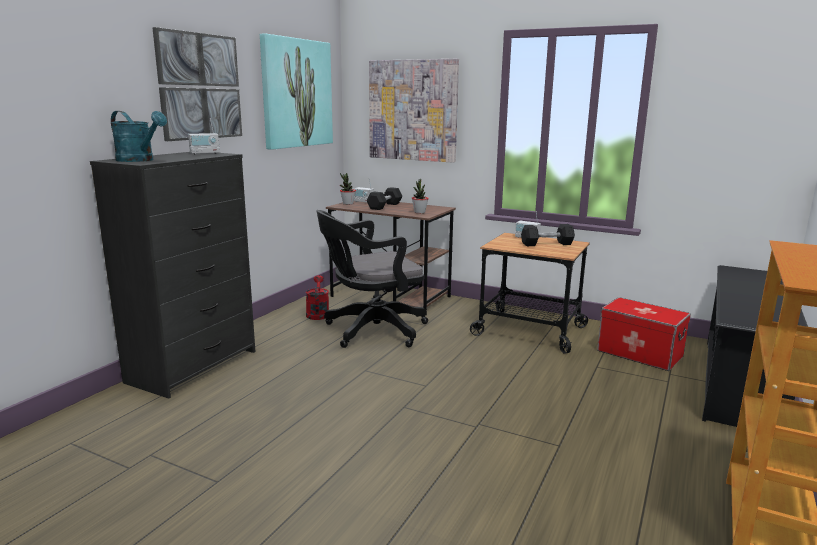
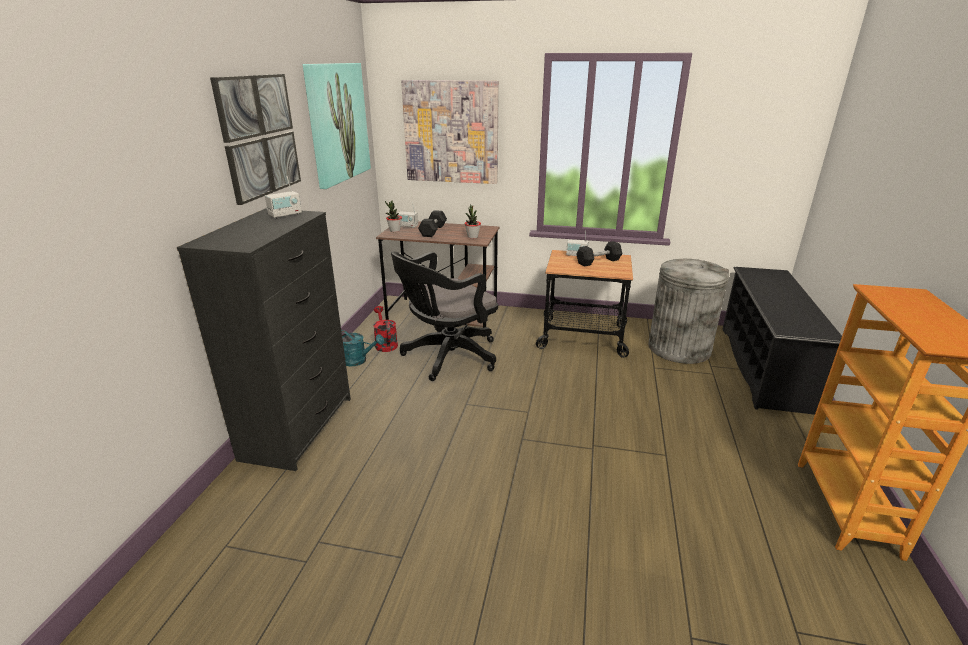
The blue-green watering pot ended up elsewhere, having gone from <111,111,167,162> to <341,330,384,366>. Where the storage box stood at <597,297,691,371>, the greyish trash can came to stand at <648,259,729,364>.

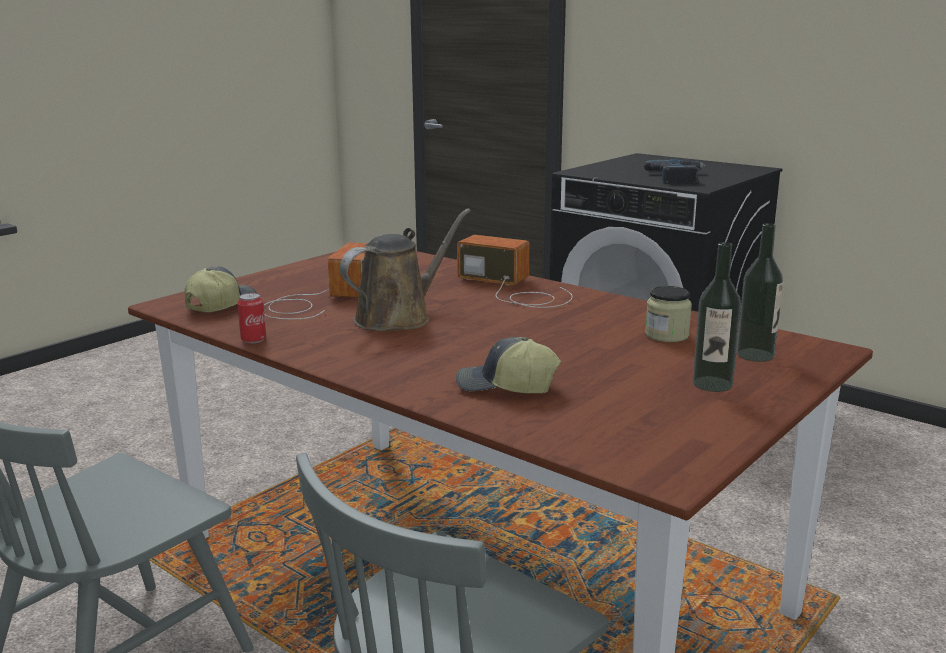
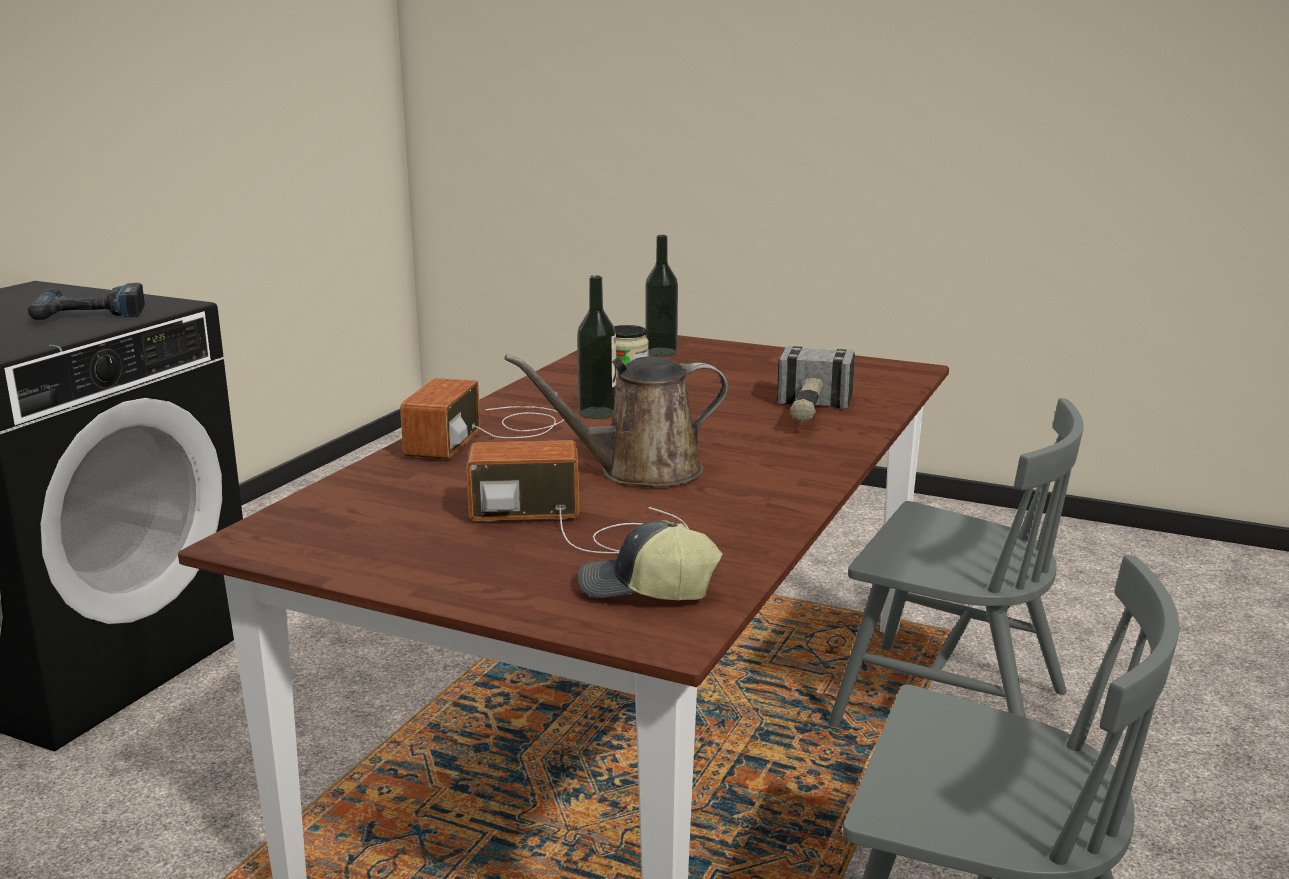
The brown-coloured watering pot at <340,208,471,331> ended up facing another way, 45 degrees counterclockwise from before. The drink bottle ended up elsewhere, having gone from <693,242,741,392> to <577,275,616,419>. The second view lost the can at <237,293,266,343>. Where the peaked cap stood at <456,337,561,393>, the hammer came to stand at <777,346,855,422>.

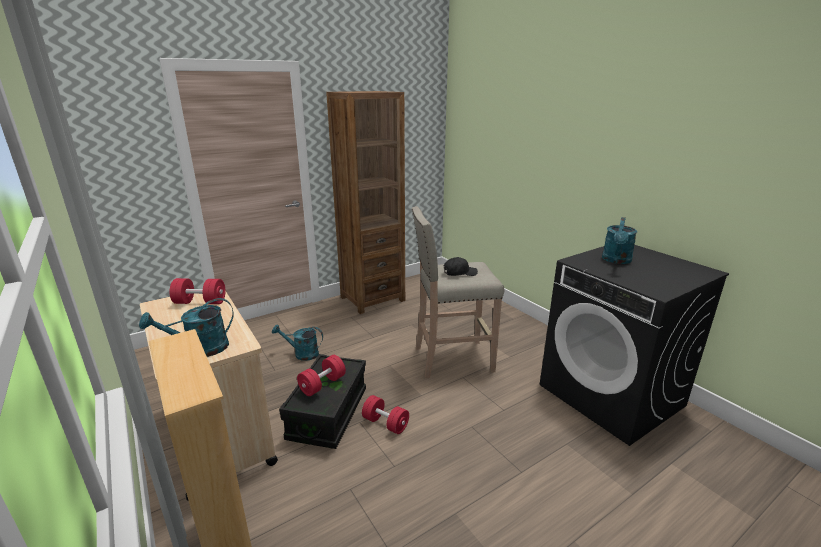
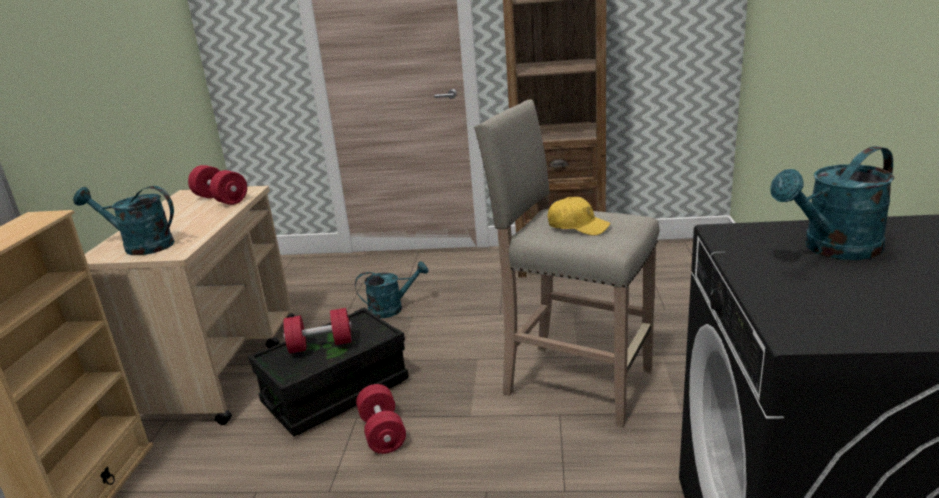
What was the blackish peaked cap at <444,257,478,276> turned into the yellow-coloured peaked cap at <548,197,611,236>. The blue-green watering pot at <272,324,323,361> ended up facing another way, 120 degrees clockwise from before.

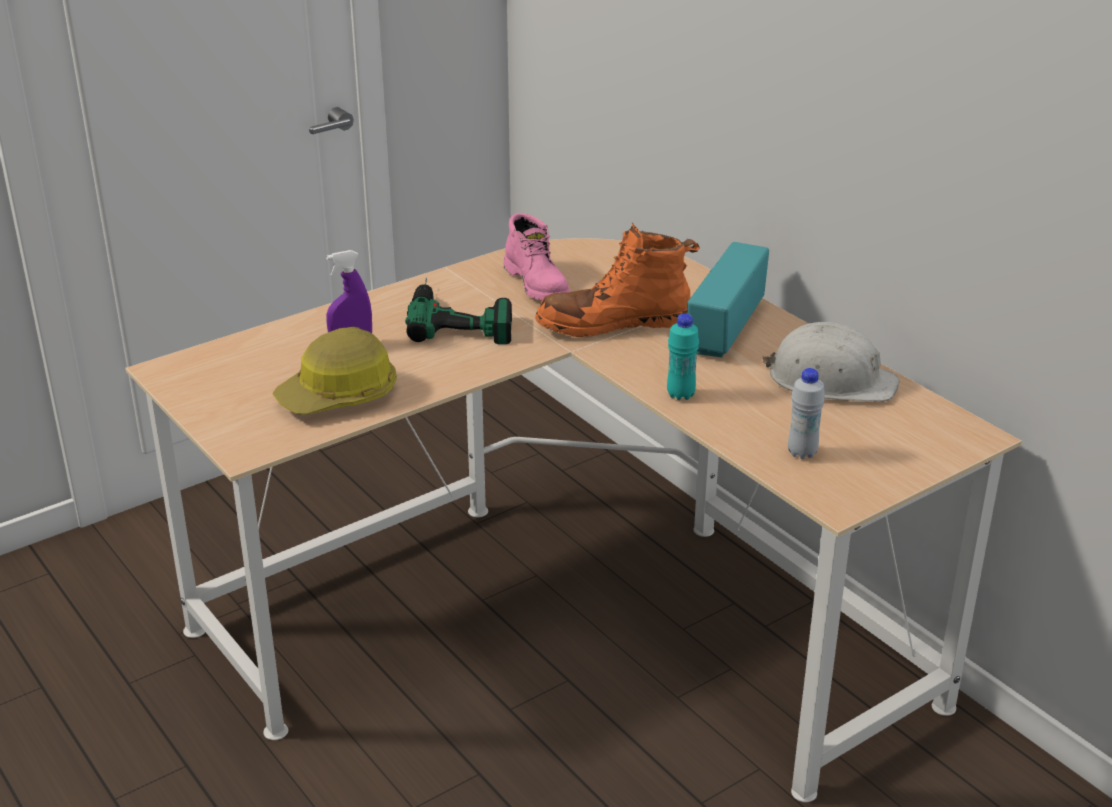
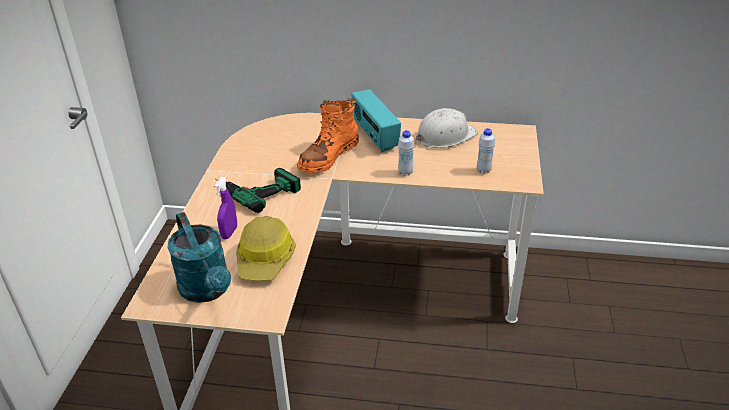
The second view lost the pink-coloured high-top boot at <504,213,570,300>. What was the blue-green drink bottle at <667,313,699,400> turned into the white drink bottle at <398,130,414,176>. The second view gained the blue-green watering pot at <167,212,231,303>.

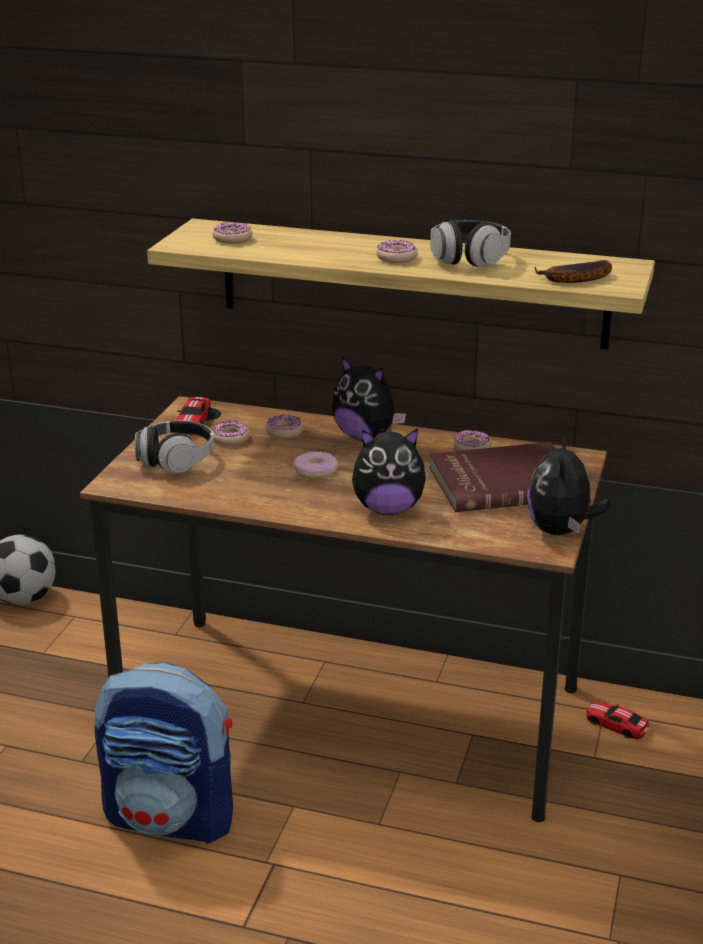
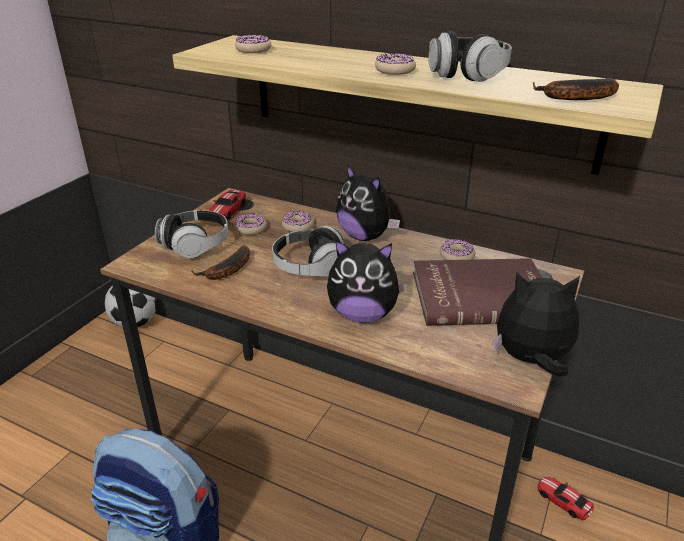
The cuddly toy at <527,434,610,535> ended up facing another way, 75 degrees clockwise from before. Where the ring doughnut stood at <293,451,338,479>, the headset came to stand at <272,226,344,277>. The second view gained the whole banana at <191,245,250,280>.

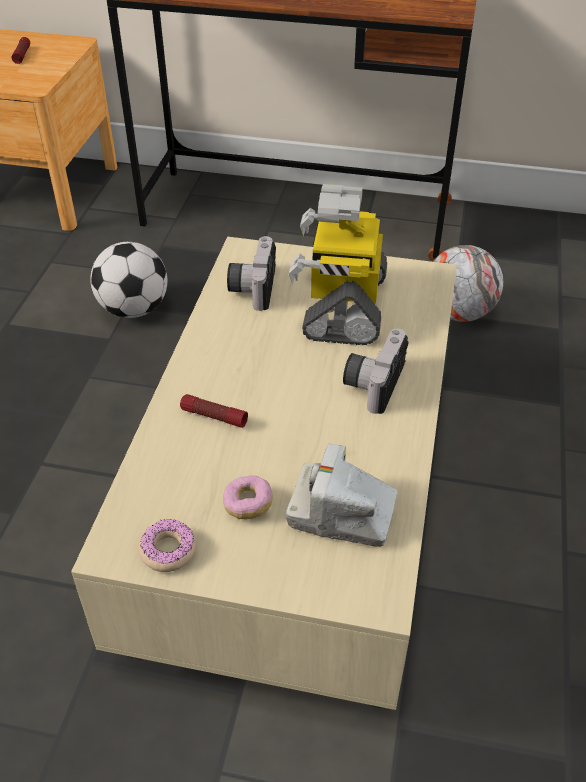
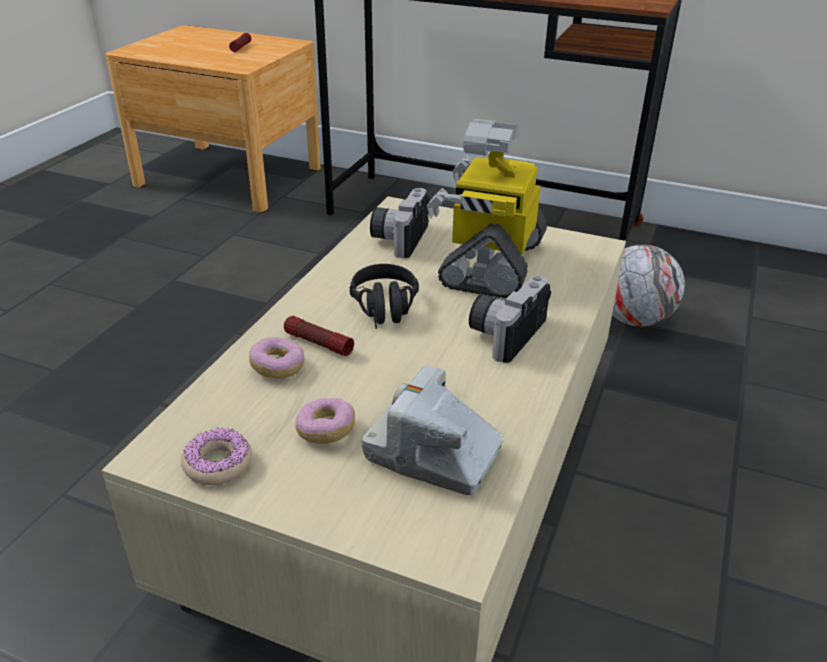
The second view lost the ball for football at <90,242,167,318>. The second view gained the blackish headset at <350,264,419,329>. The second view gained the ring doughnut at <249,337,305,379>.

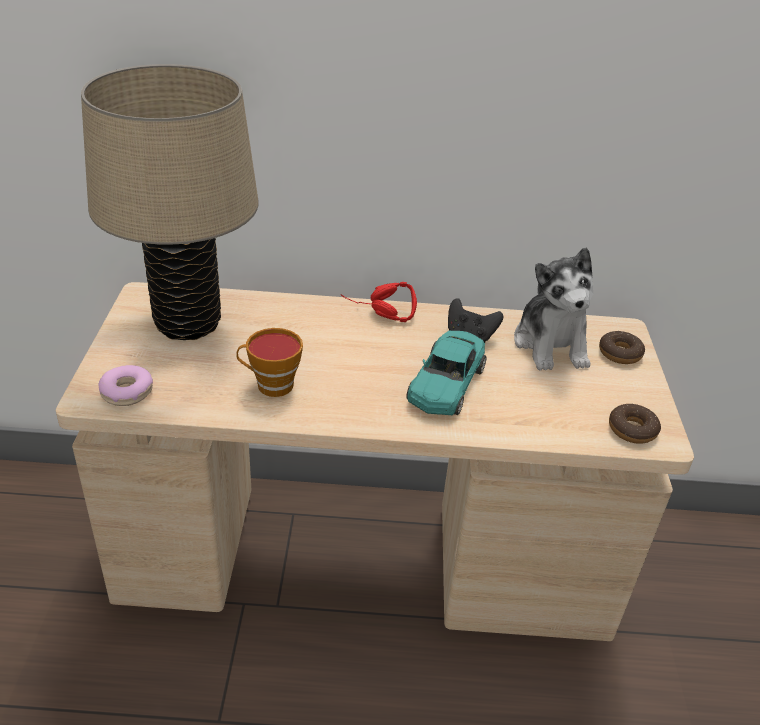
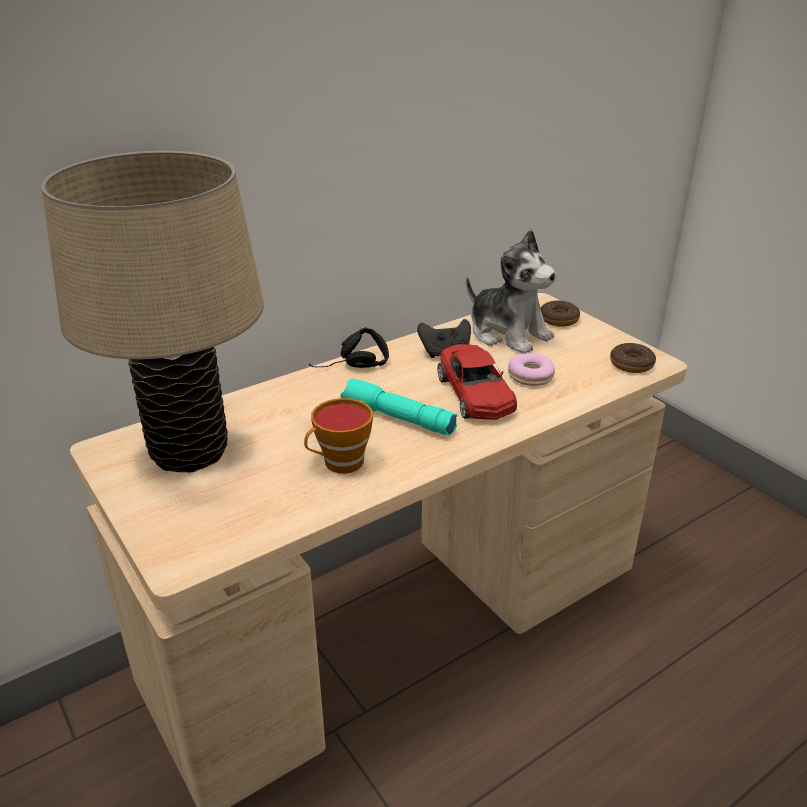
What was the red headset at <341,282,417,322> turned into the blackish headset at <309,327,389,368>. What was the blue-green model car at <406,331,487,415> turned into the red model car at <437,344,517,420>. The ring doughnut ended up elsewhere, having gone from <98,365,153,406> to <508,353,555,386>. The second view gained the blue-green hand torch at <340,378,457,436>.

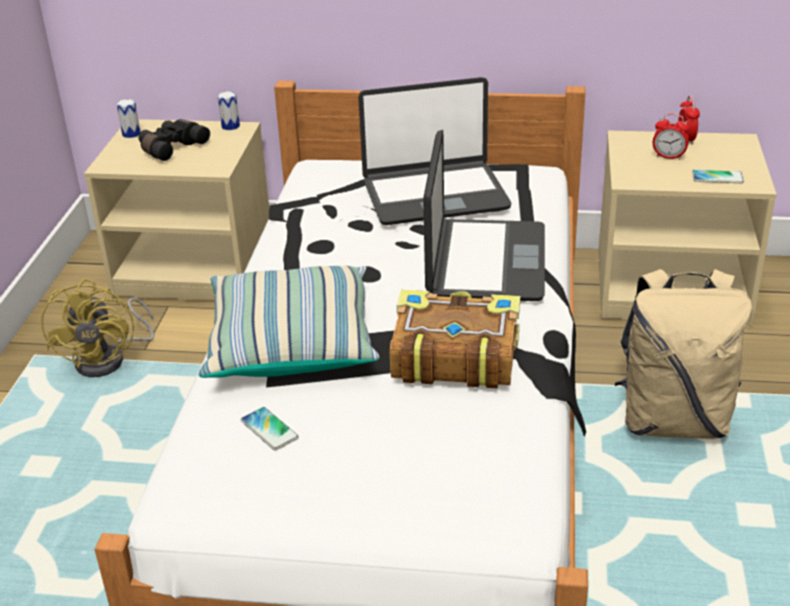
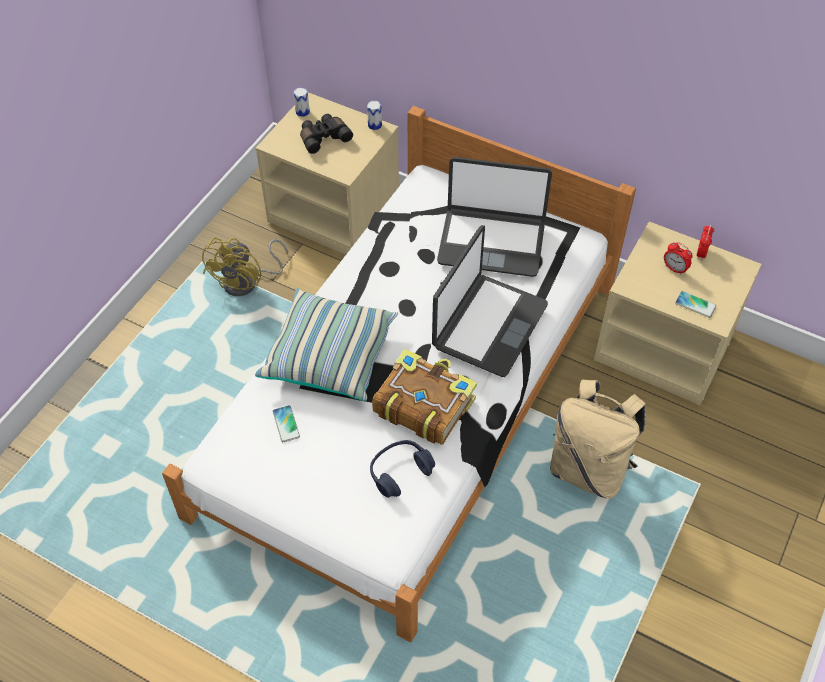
The second view gained the blue-coloured headset at <370,440,435,498>.

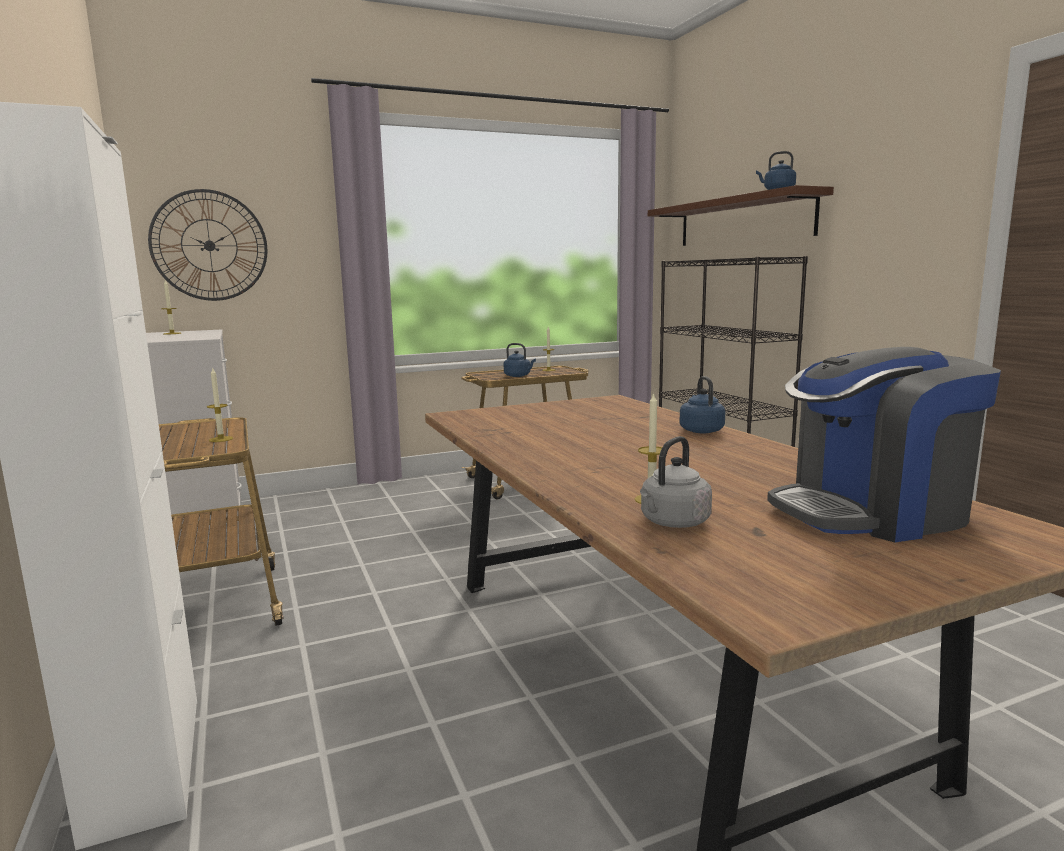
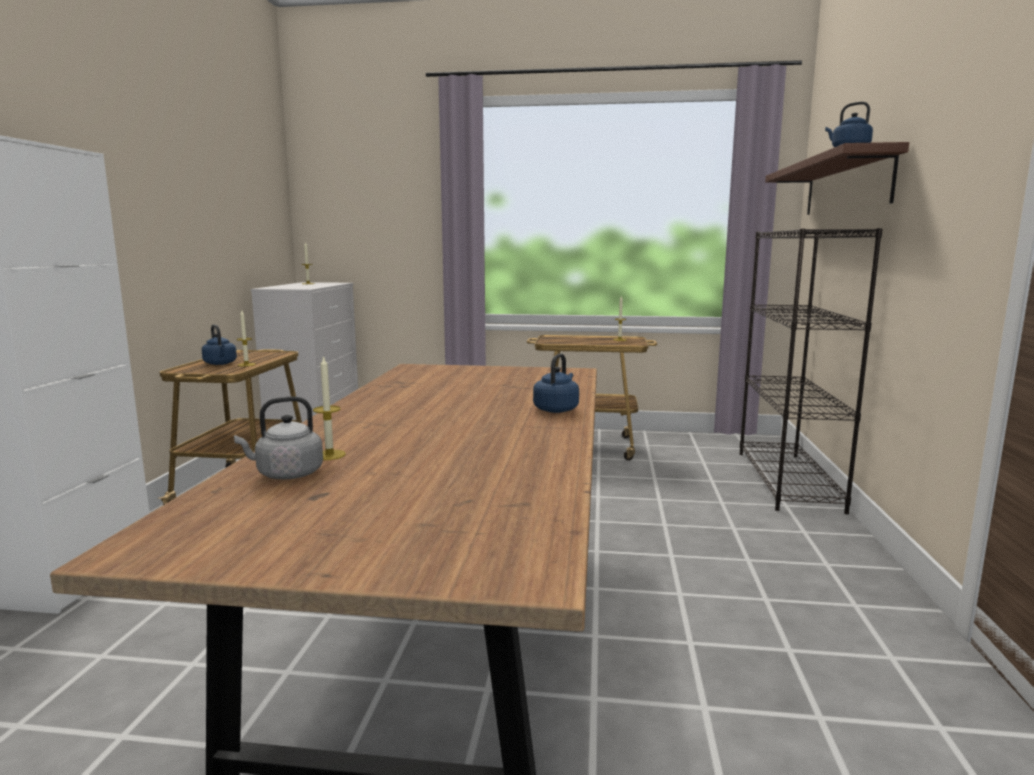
The second view lost the clock on the wall at <148,189,267,301>. The blue-coloured kettle ended up elsewhere, having gone from <504,343,536,377> to <202,324,237,365>. The second view lost the coffee brewer at <767,347,1001,542>.

